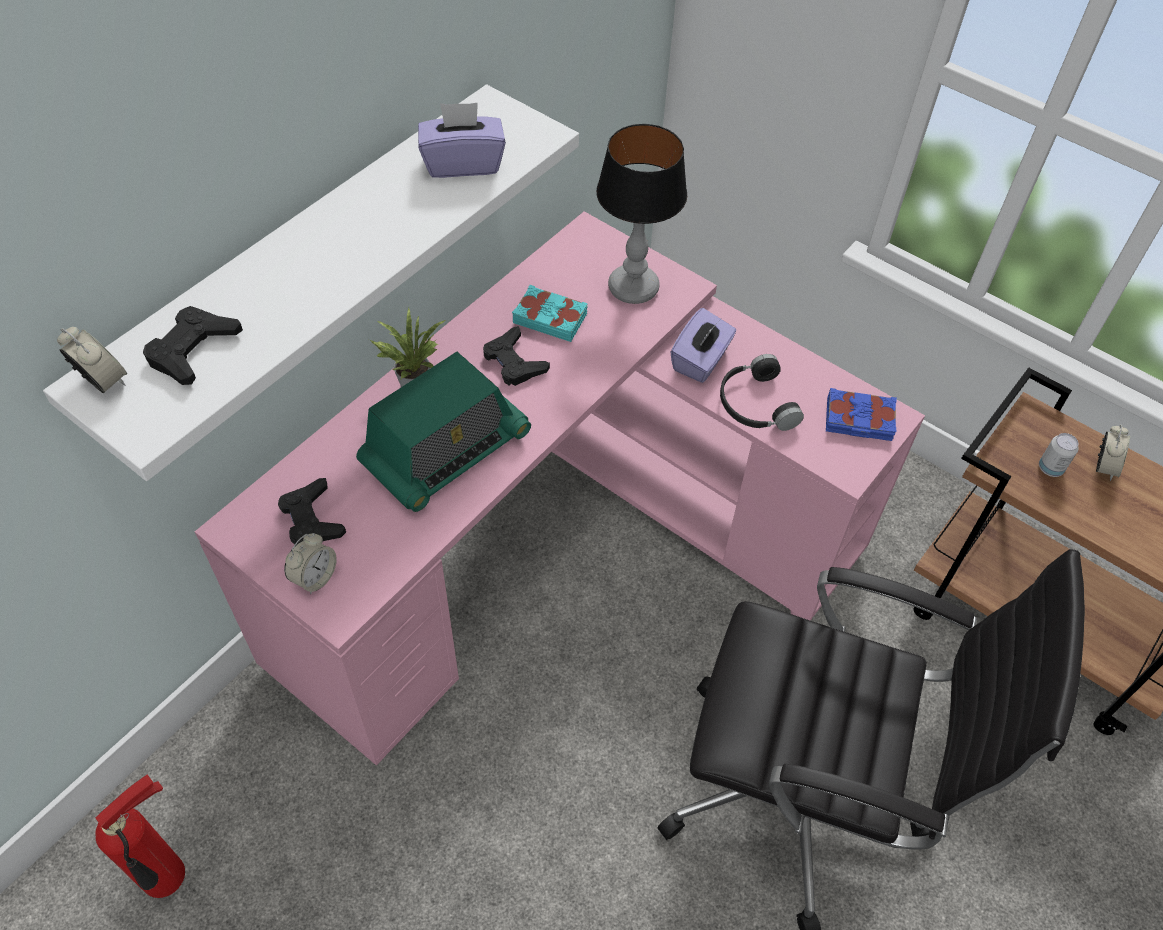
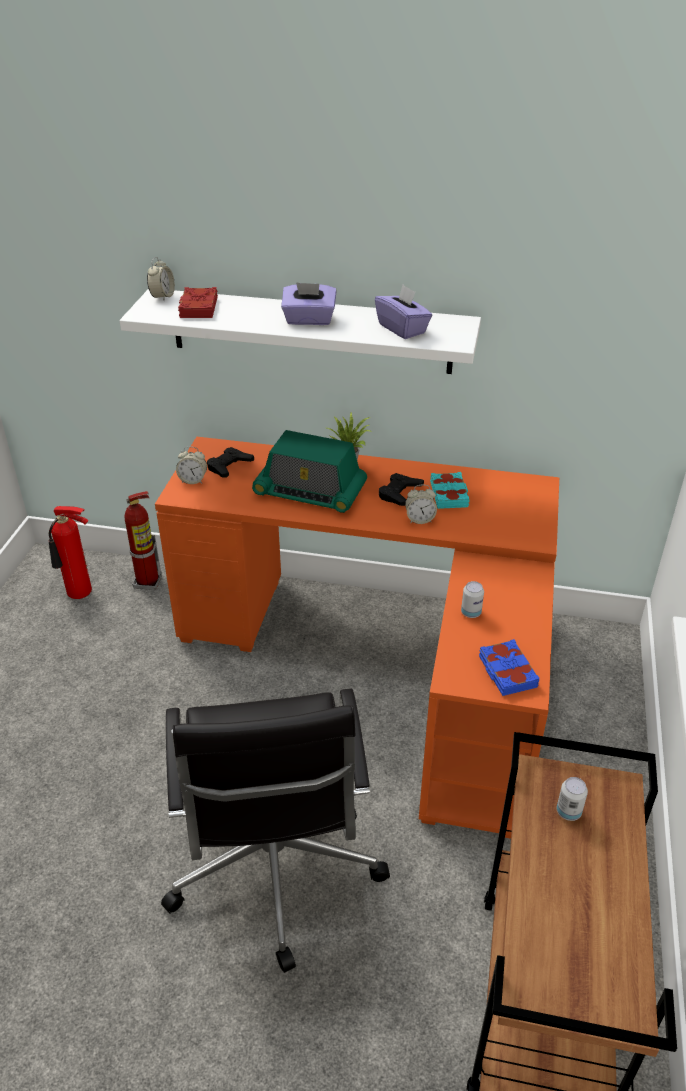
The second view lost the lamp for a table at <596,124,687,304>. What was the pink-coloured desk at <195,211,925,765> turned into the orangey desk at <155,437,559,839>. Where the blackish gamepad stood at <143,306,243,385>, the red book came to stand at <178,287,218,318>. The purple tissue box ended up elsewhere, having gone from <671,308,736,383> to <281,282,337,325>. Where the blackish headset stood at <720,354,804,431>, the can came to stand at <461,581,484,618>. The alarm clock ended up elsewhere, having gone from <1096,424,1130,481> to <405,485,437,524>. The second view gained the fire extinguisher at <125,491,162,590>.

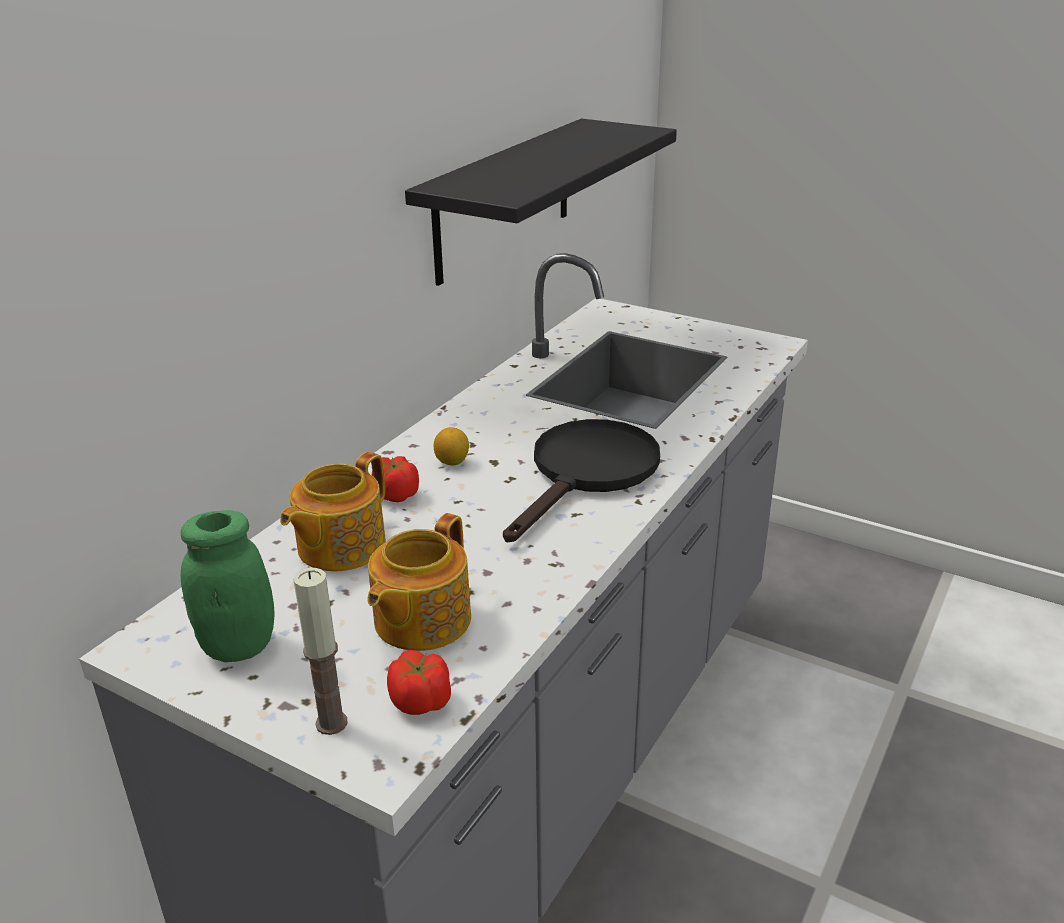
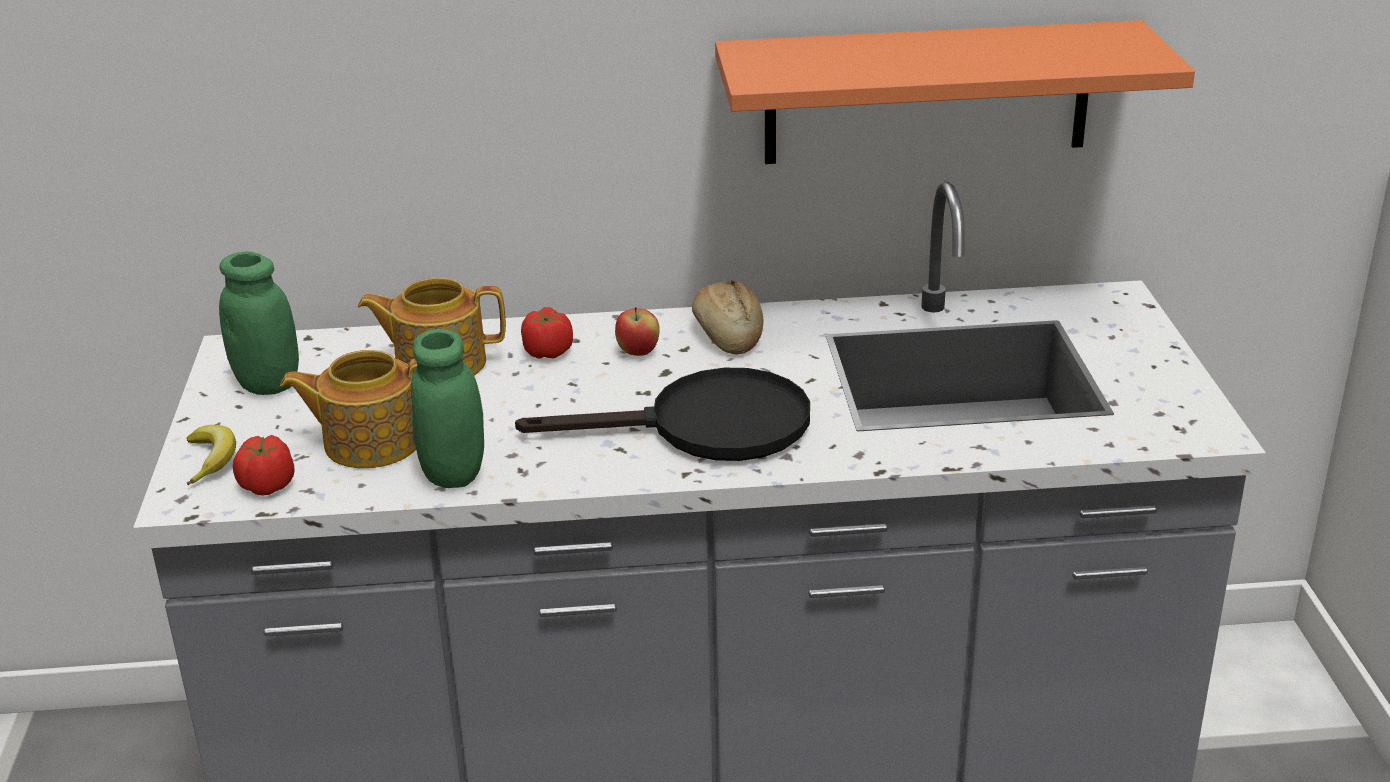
What was the blackish wall shelf at <405,118,677,286> turned into the orangey wall shelf at <715,20,1195,164>. Where the lemon stood at <434,427,469,466>, the apple fruit came to stand at <615,307,660,356>. Where the candle stood at <293,568,347,735>, the whole banana came to stand at <187,425,236,485>. The second view gained the bread at <692,280,764,354>. The second view gained the greenish storage jar at <411,329,484,488>.

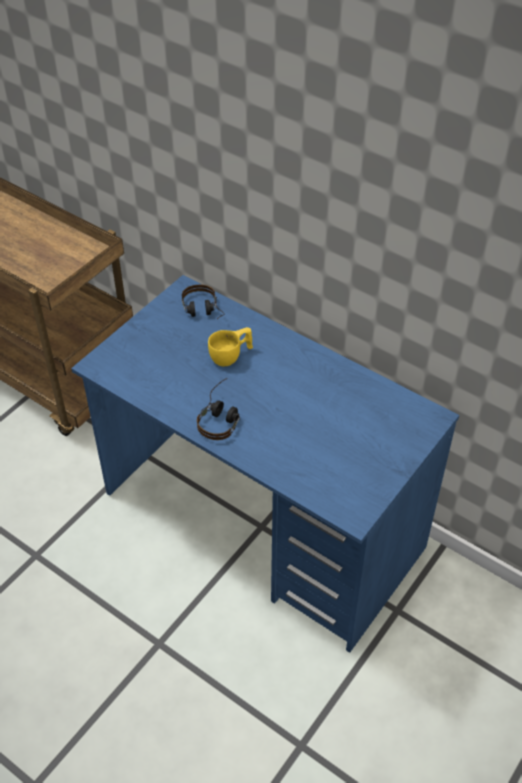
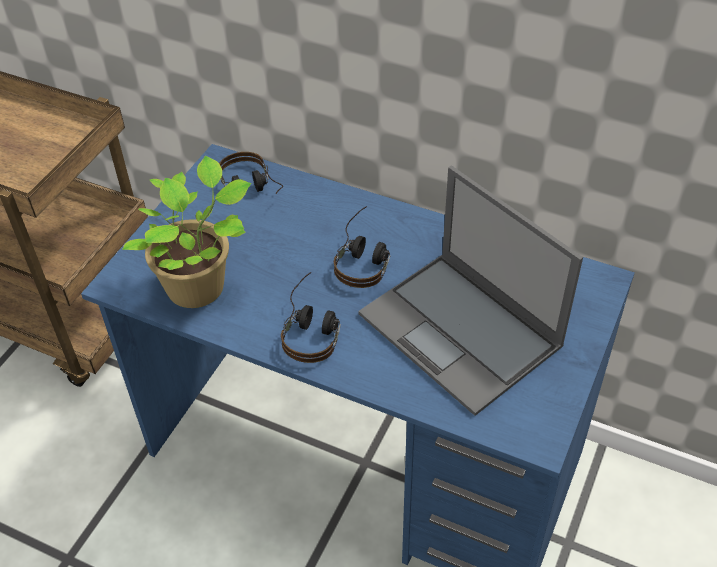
The second view lost the yellow-coloured small cup at <208,327,253,366>. The second view gained the houseplant at <122,156,251,308>. The second view gained the notebook computer at <358,166,583,416>. The second view gained the headset at <334,206,390,288>.

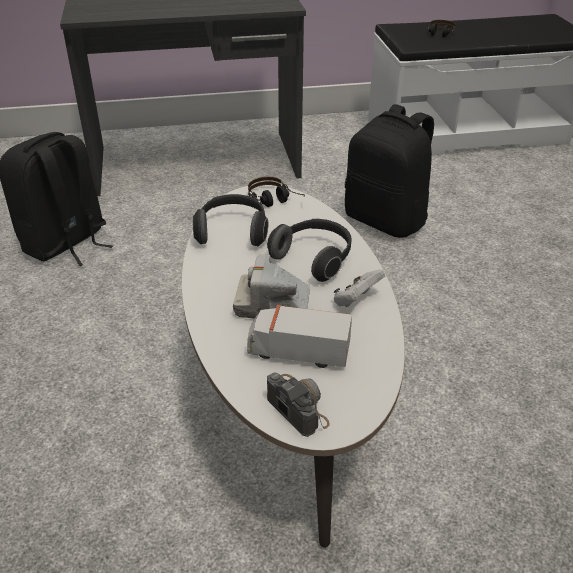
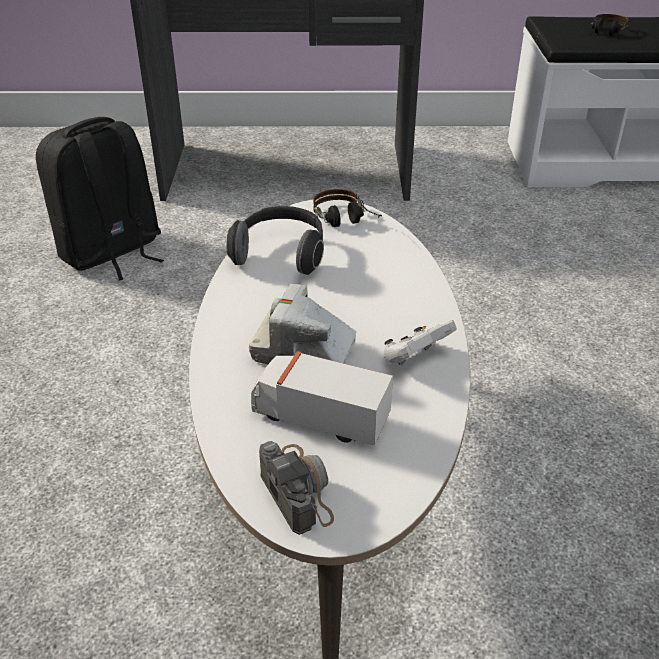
The second view lost the blackish backpack at <345,104,434,238>. The second view lost the headset at <267,219,351,282>.

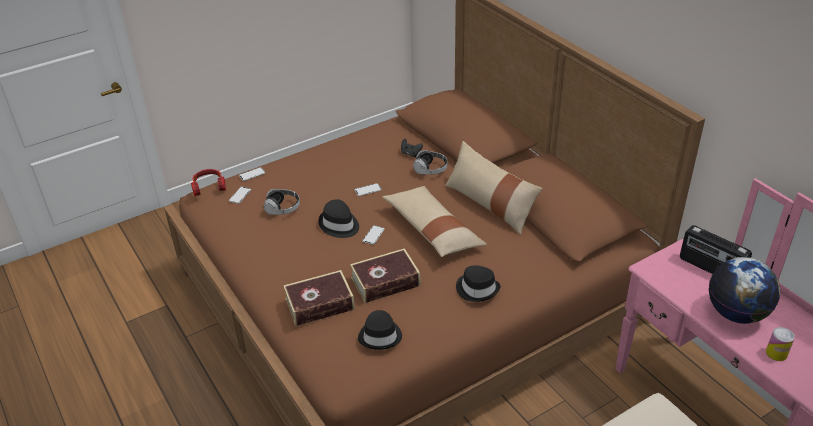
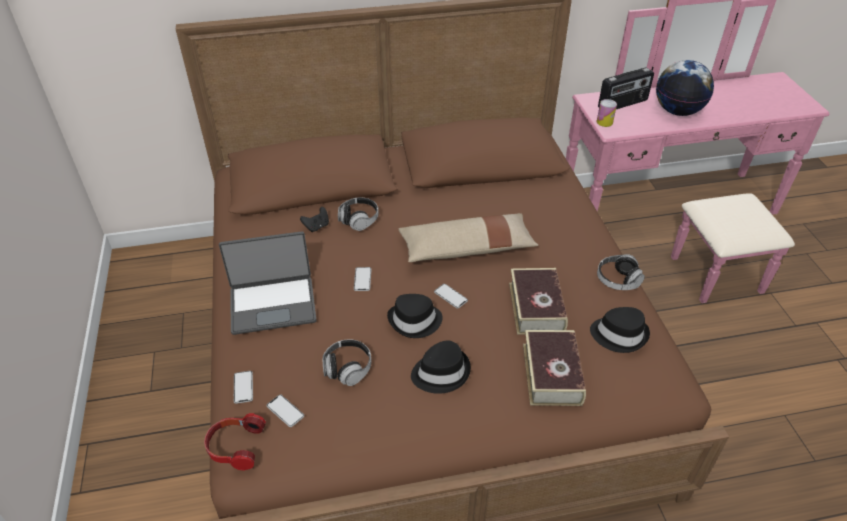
The second view lost the sand-coloured pillow at <445,141,543,235>. The blackish wearable hat ended up elsewhere, having gone from <456,265,500,302> to <411,340,471,394>. The can ended up elsewhere, having gone from <766,327,795,361> to <597,99,617,127>. The second view gained the notebook computer at <219,231,317,335>. The second view gained the headset at <597,254,645,290>.

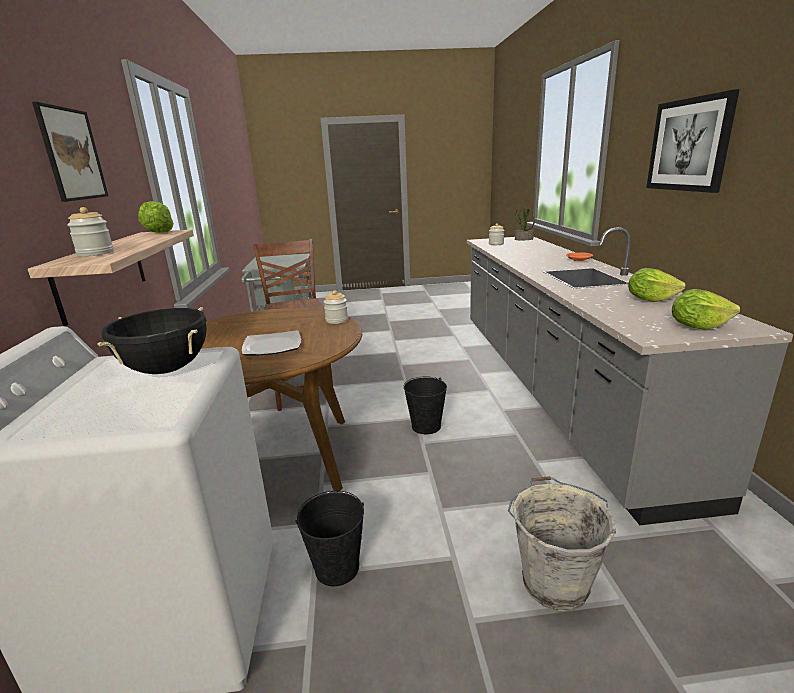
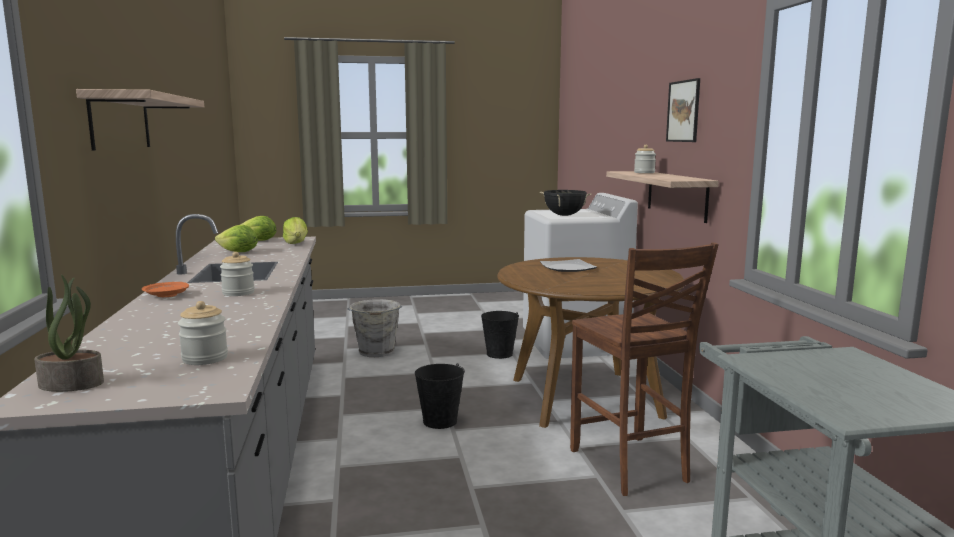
Where the wall art hung at <646,89,740,193>, the wall shelf came to hang at <76,89,204,151>. The lettuce head ended up elsewhere, having gone from <138,201,174,233> to <283,217,308,244>. The storage jar ended up elsewhere, having gone from <324,291,348,324> to <220,252,255,296>.

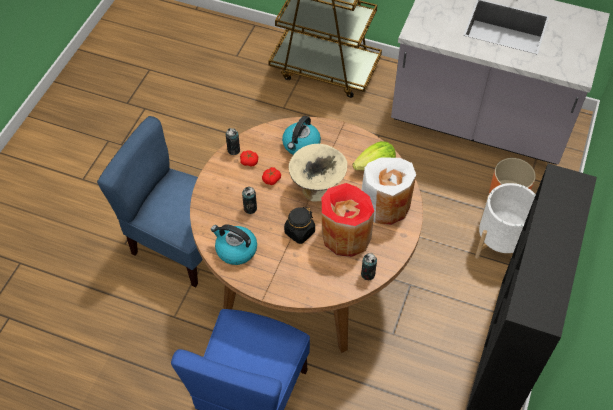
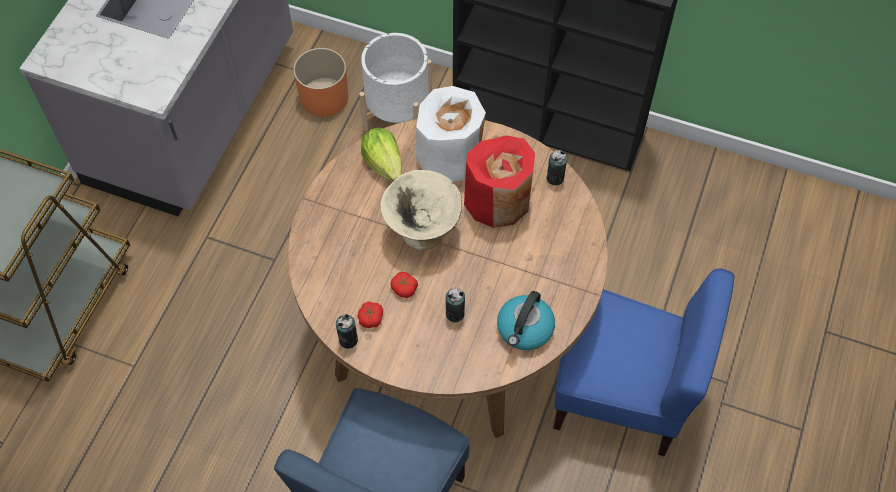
The second view lost the kettle at <282,116,321,155>. The second view lost the blackish storage jar at <284,207,315,244>.

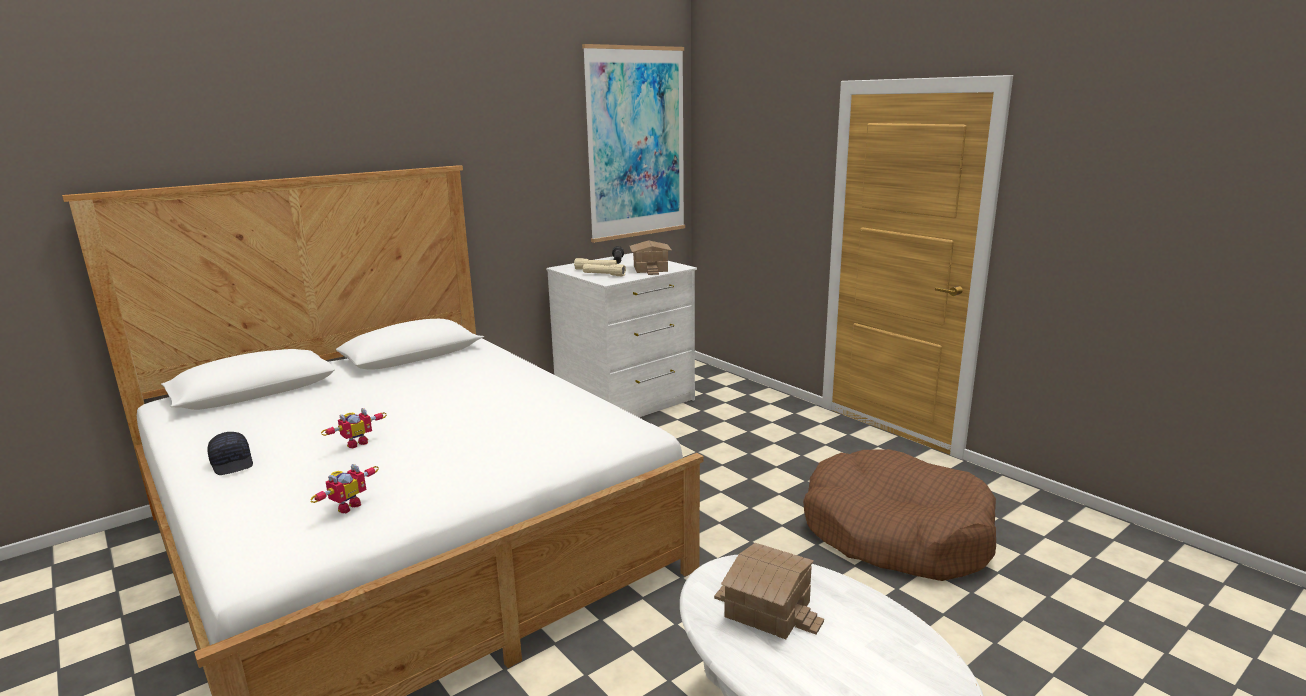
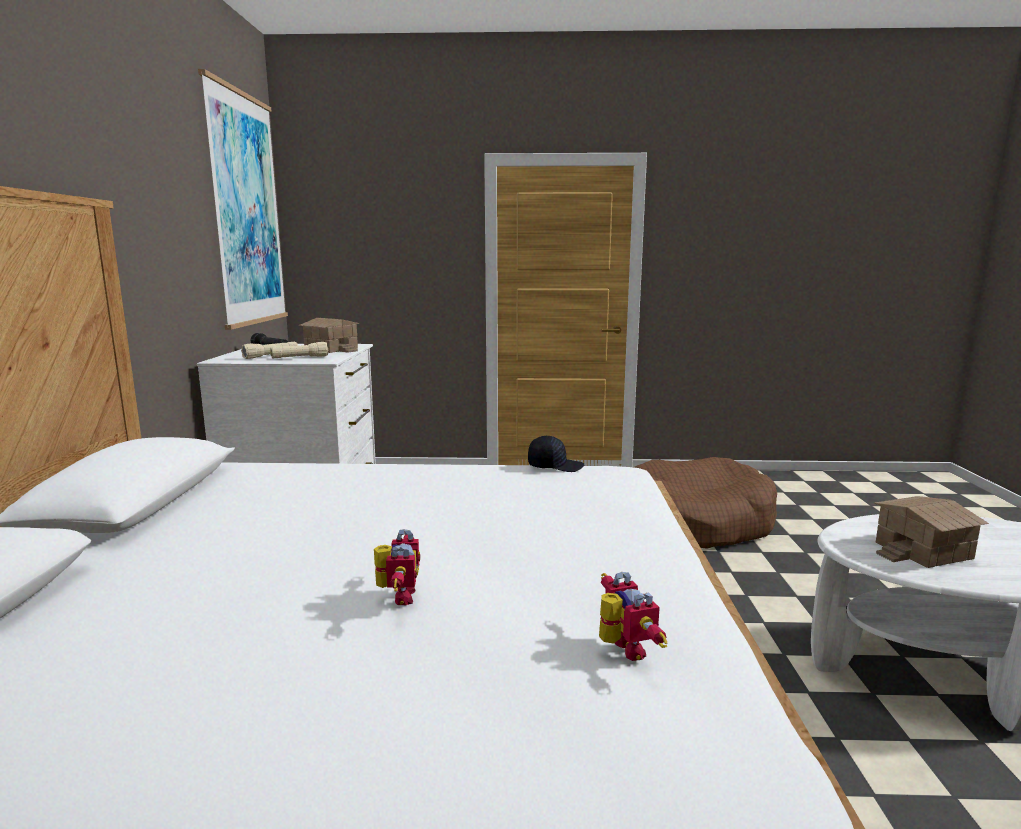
The blackish peaked cap ended up elsewhere, having gone from <207,432,253,475> to <528,436,585,472>.

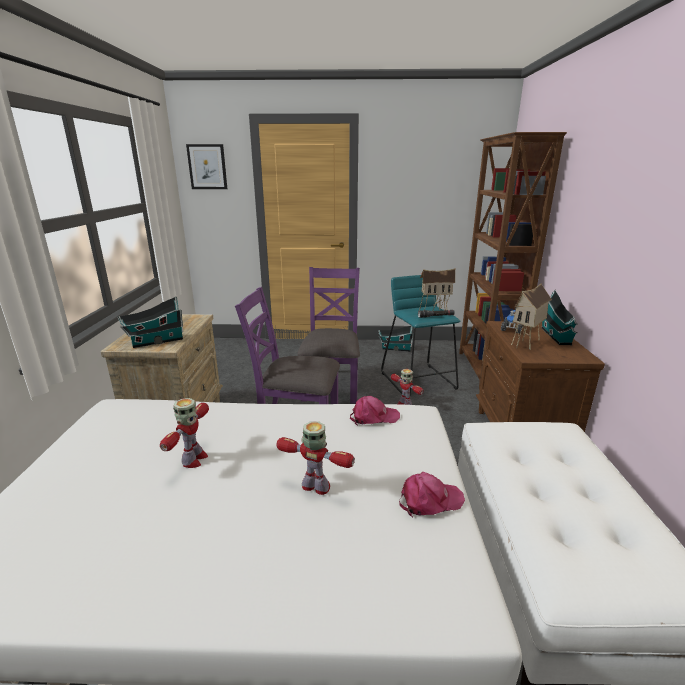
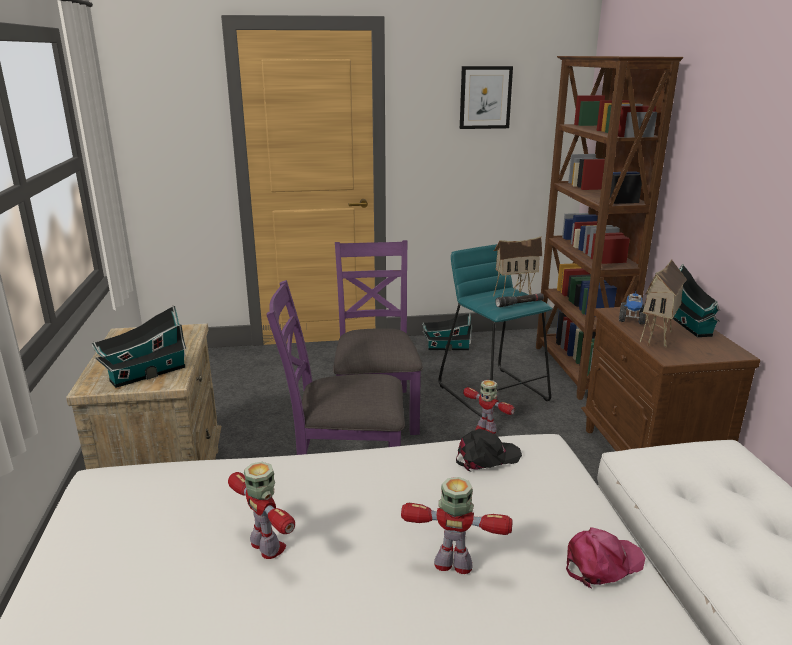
The wall art ended up elsewhere, having gone from <186,144,227,189> to <460,66,513,129>. What was the pink-coloured peaked cap at <350,396,400,425> turned into the blackish peaked cap at <456,429,522,472>. The robot figure at <160,398,209,468> ended up facing another way, 45 degrees counterclockwise from before.

